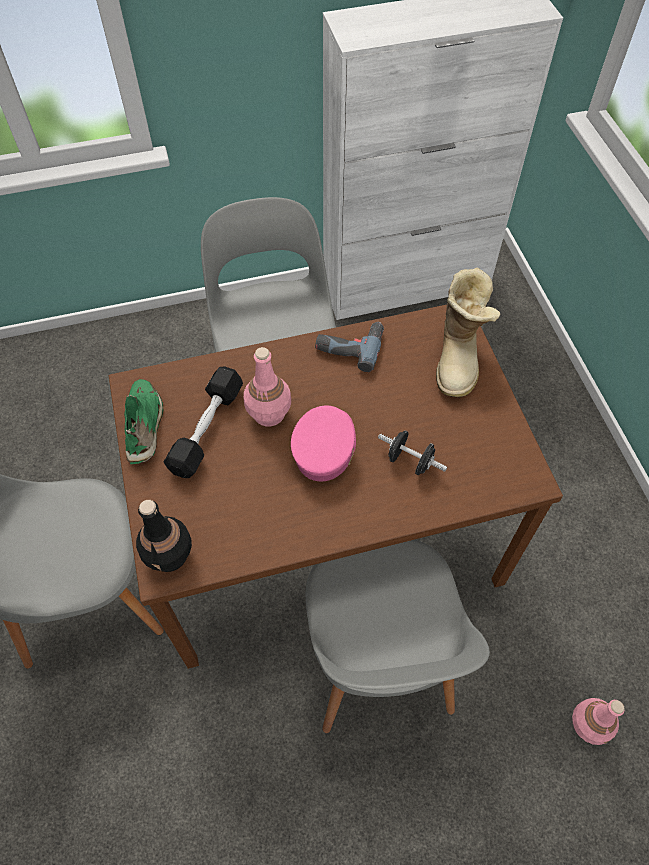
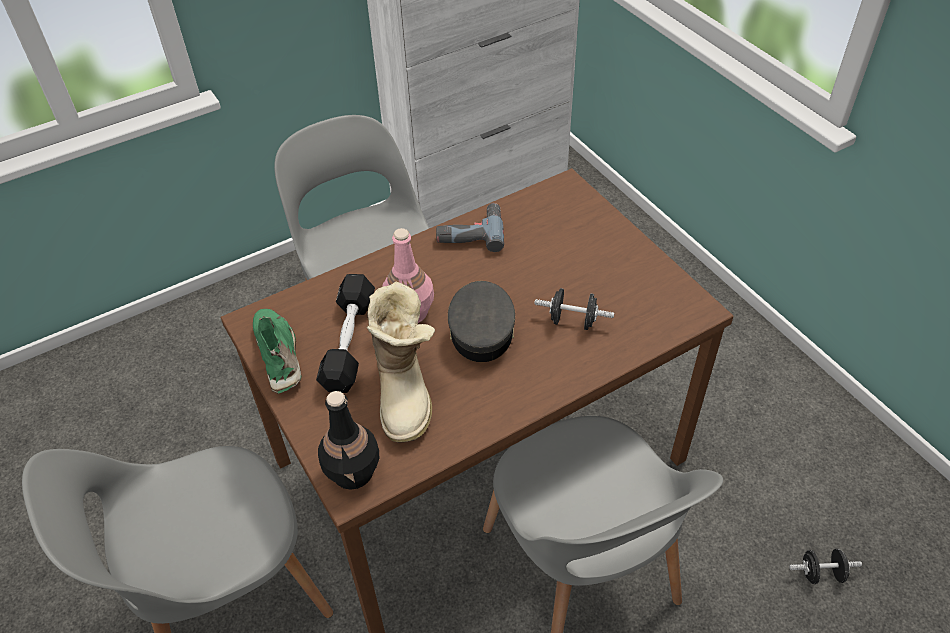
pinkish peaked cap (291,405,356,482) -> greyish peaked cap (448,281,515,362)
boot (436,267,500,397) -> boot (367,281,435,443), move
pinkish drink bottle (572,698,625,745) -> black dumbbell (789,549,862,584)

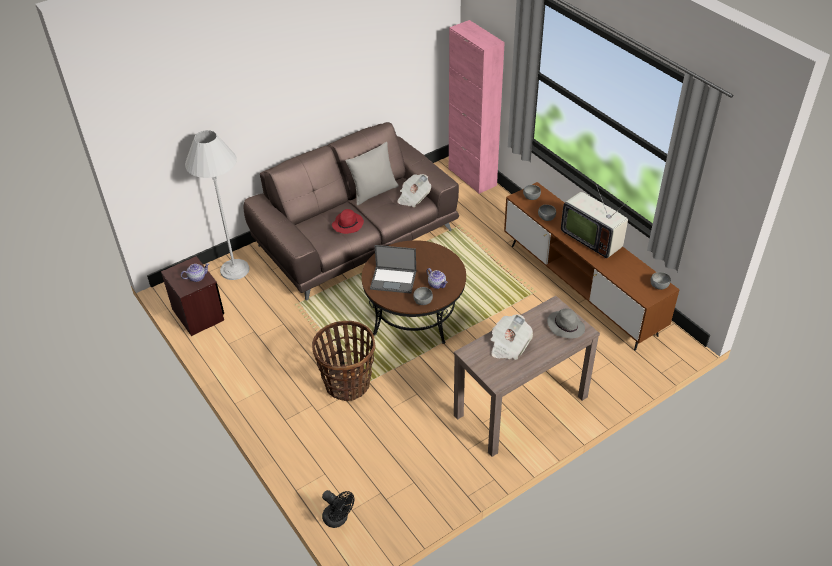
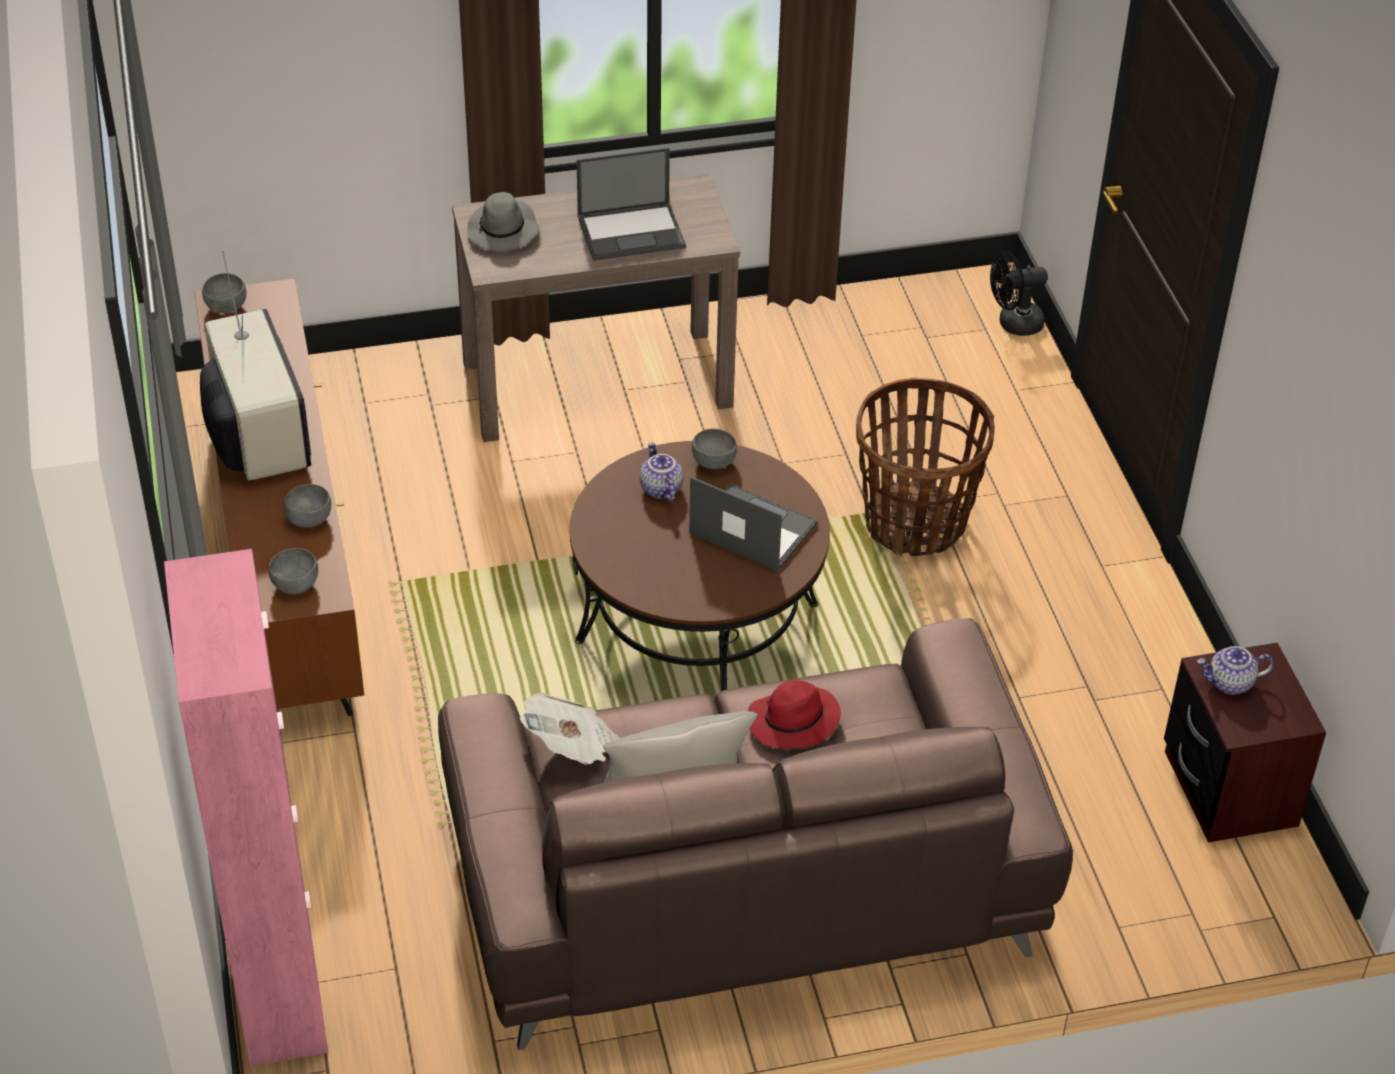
white standing lamp (185,130,250,280) -> none
black fan (322,490,354,528) -> black fan (990,251,1048,336), 75 degrees counterclockwise
printed paper (490,314,533,360) -> notebook computer (576,147,686,261)

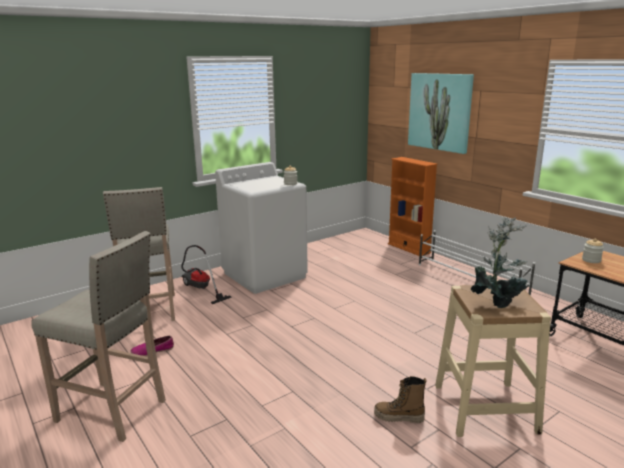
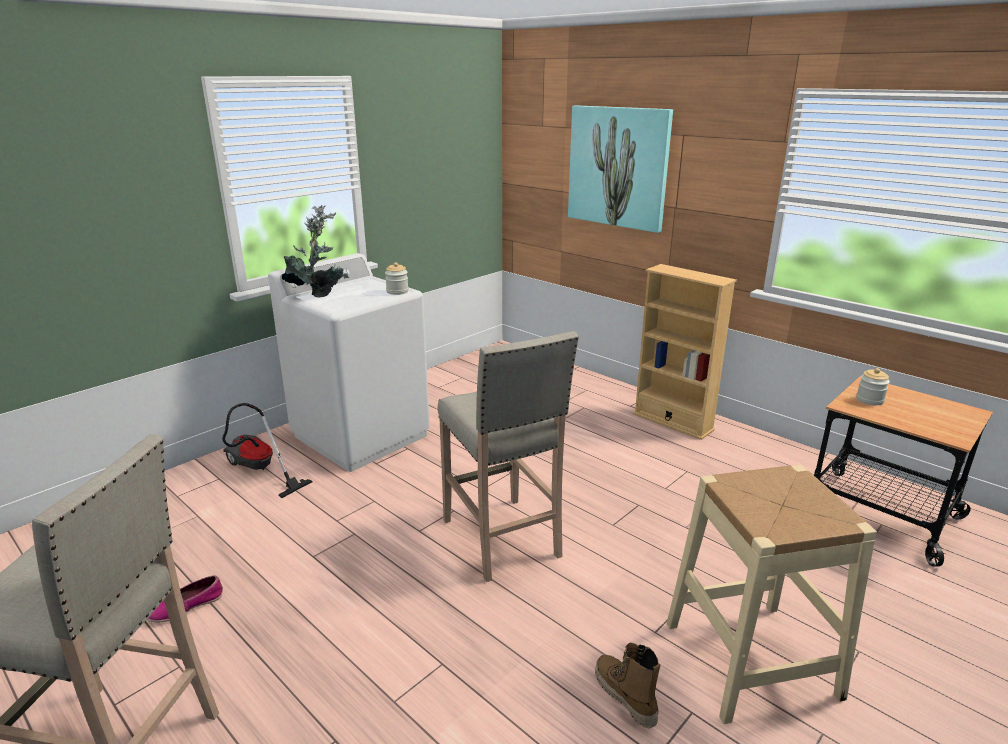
sand-coloured sitting stool (103,187,175,321) -> sand-coloured sitting stool (438,331,579,582), move
boot (374,376,426,423) -> boot (595,642,660,729), 60 degrees clockwise
orange-coloured shelving unit (388,157,438,256) -> none
white shoe shelf (419,230,535,296) -> sand-coloured shelving unit (633,264,737,440)
houseplant (471,217,528,308) -> houseplant (282,205,349,297), move

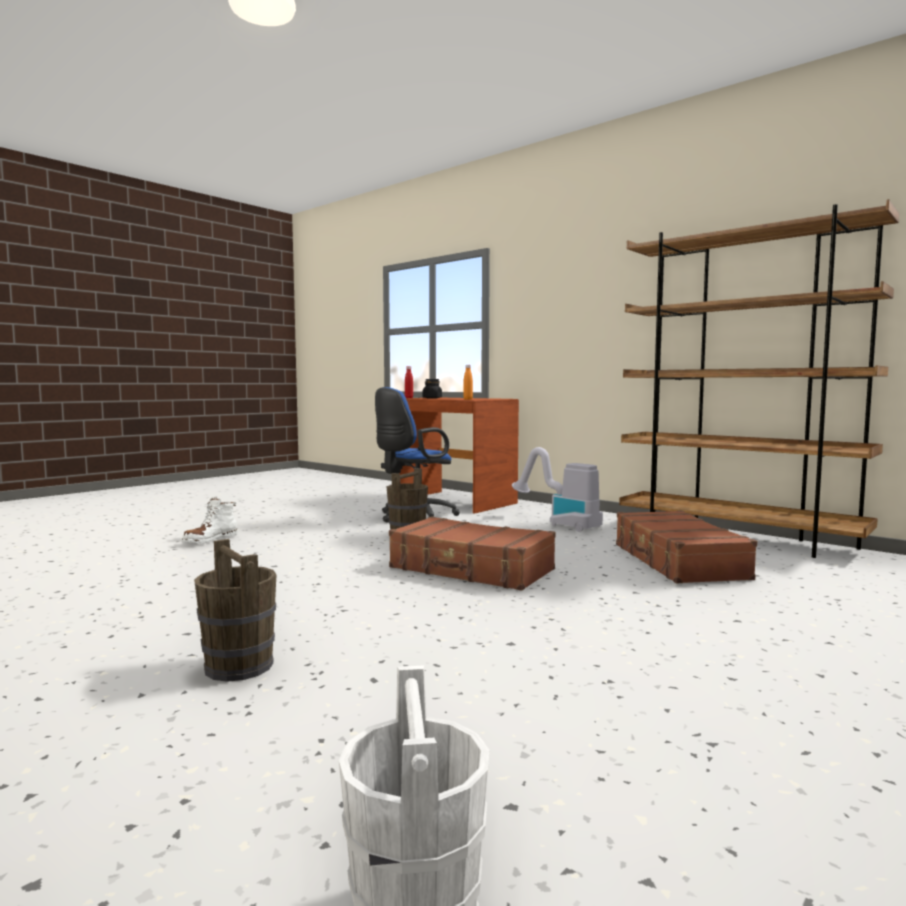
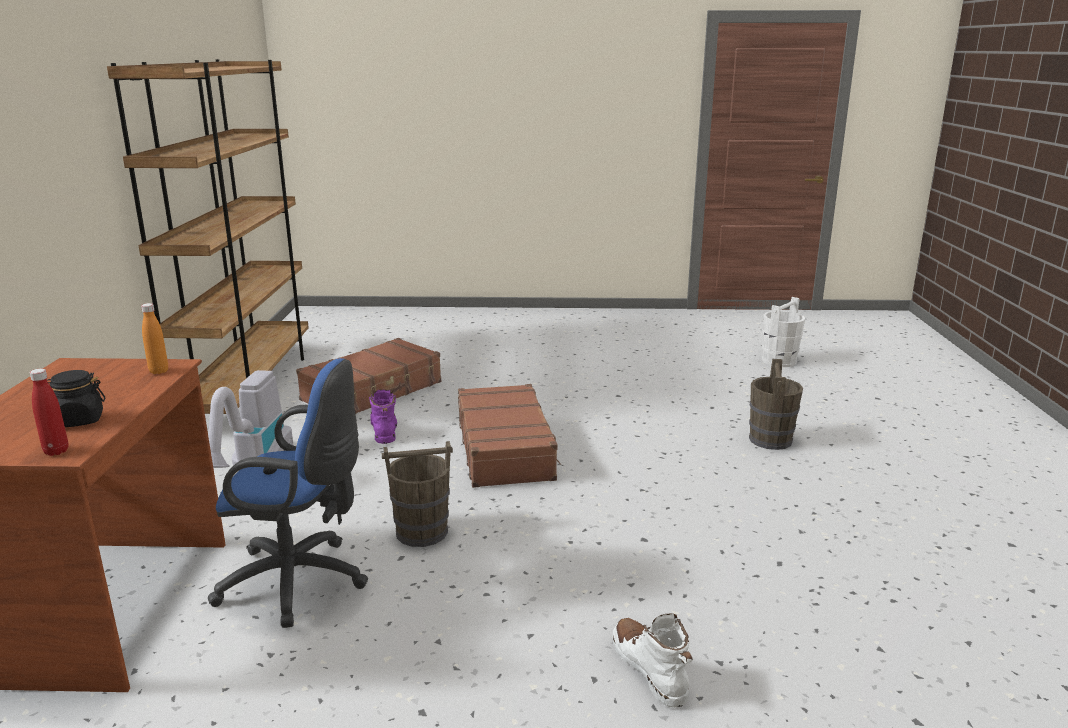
white boot (181,498,238,544) -> white boot (612,614,693,707), 105 degrees counterclockwise
none -> purple-coloured boot (369,389,397,444)

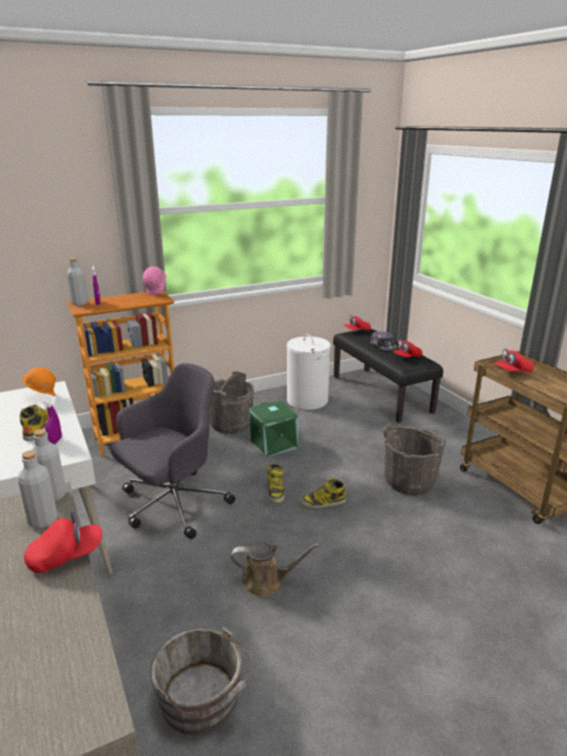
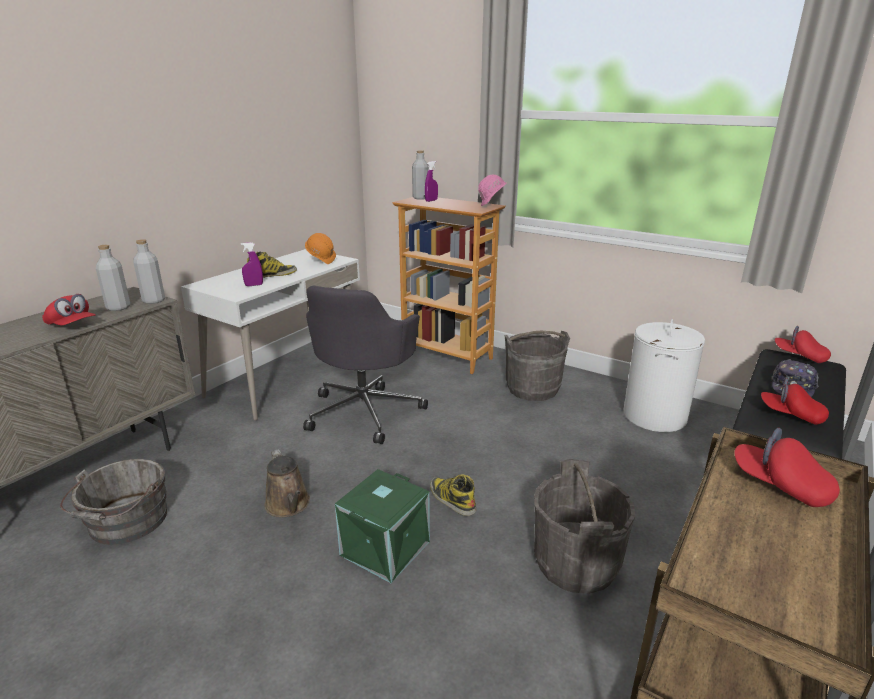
greyish desk chair (111,363,235,539) -> greyish desk chair (303,286,428,444), 90 degrees clockwise
green storage box (249,401,298,457) -> green storage box (335,469,430,583), move
boot (266,464,285,503) -> none

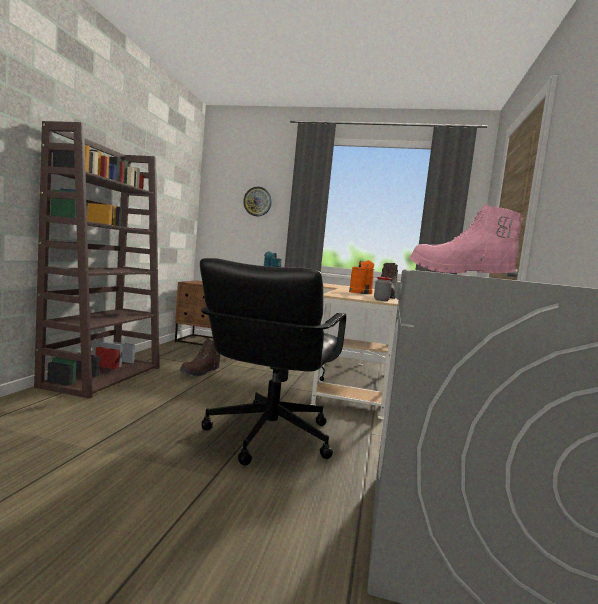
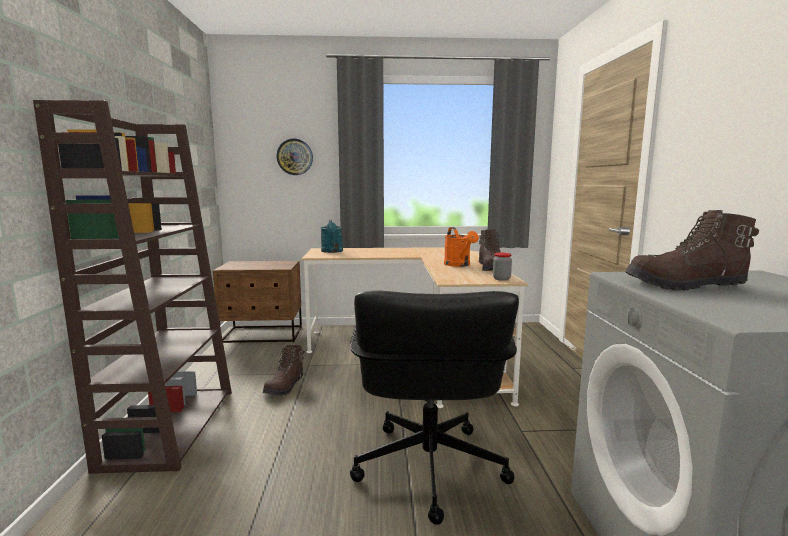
pinkish boot (409,204,523,274) -> brownish boot (625,210,759,291)

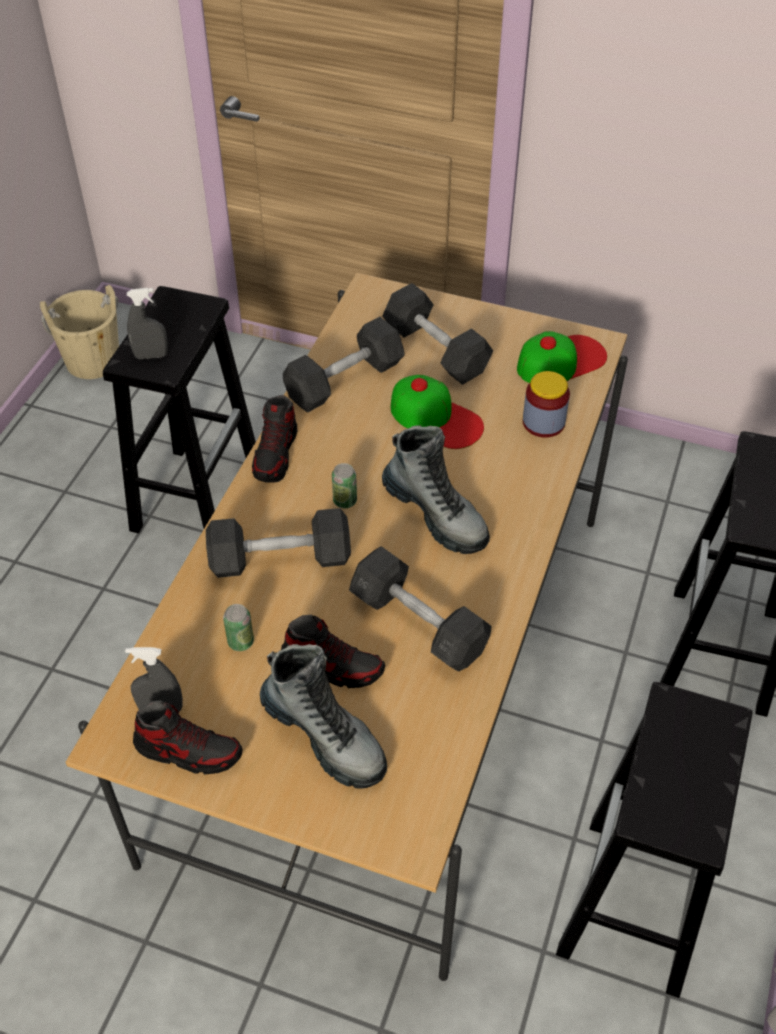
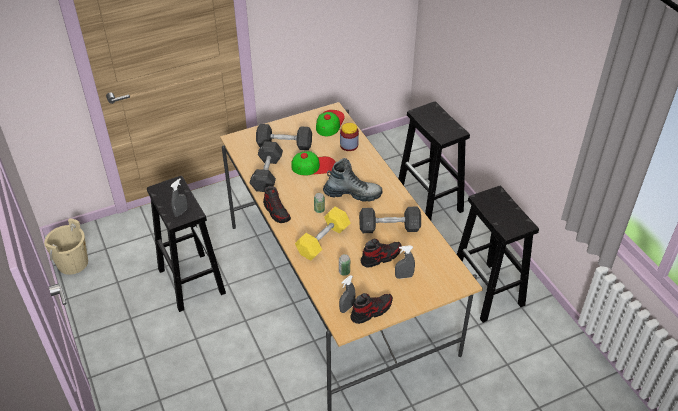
greyish dumbbell (206,508,351,578) -> yellowish dumbbell (295,207,350,260)
boot (260,644,387,789) -> greyish hand sprayer (395,245,415,279)

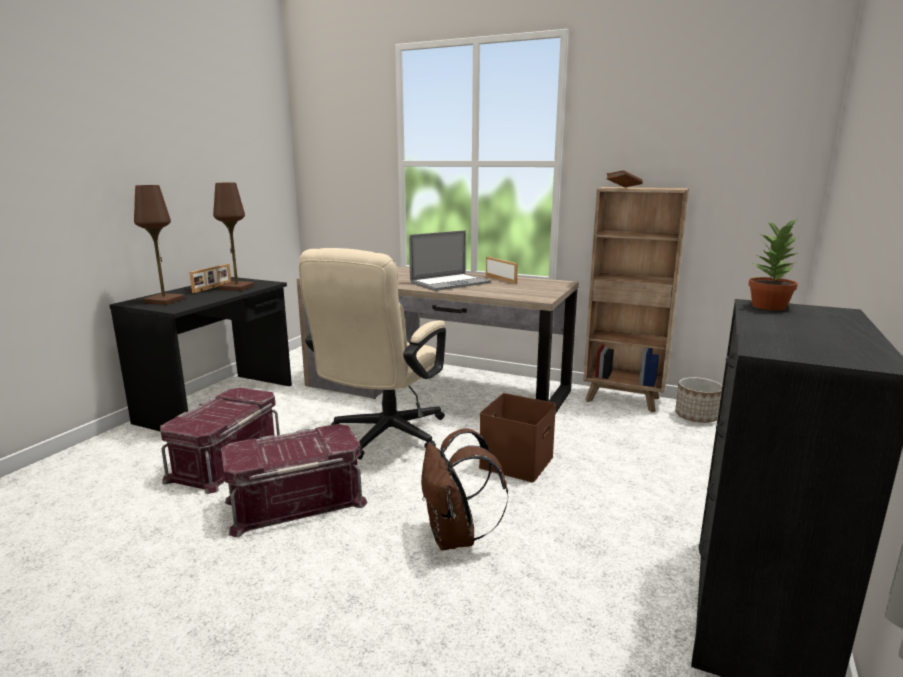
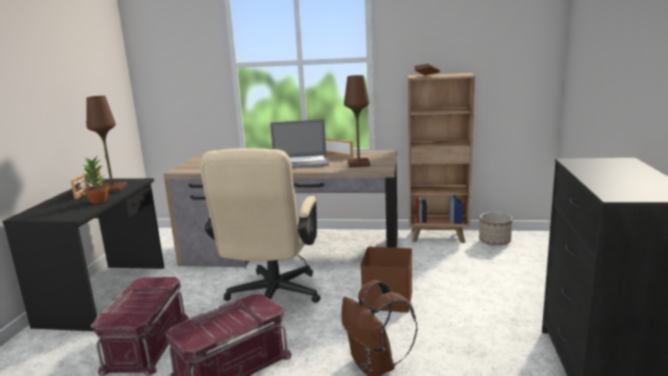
brownish lamp for a table (134,185,185,305) -> brownish lamp for a table (344,75,370,167), move
notebook computer (409,230,491,291) -> notebook computer (270,119,329,168), 45 degrees clockwise
houseplant (749,217,799,311) -> houseplant (82,157,109,203), move

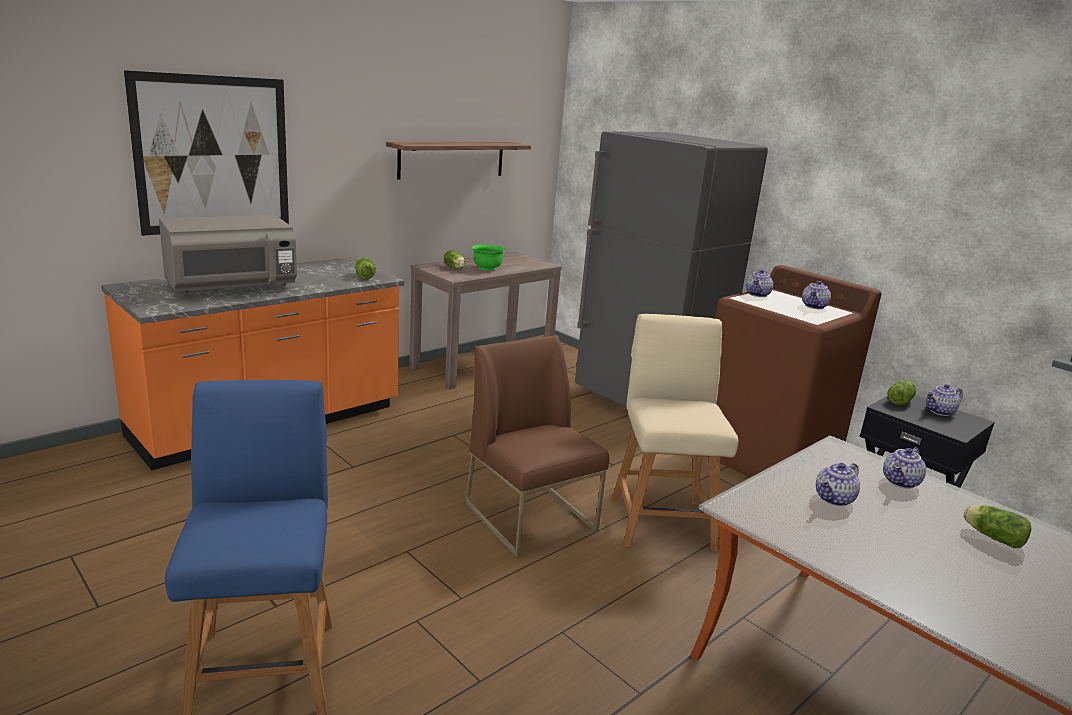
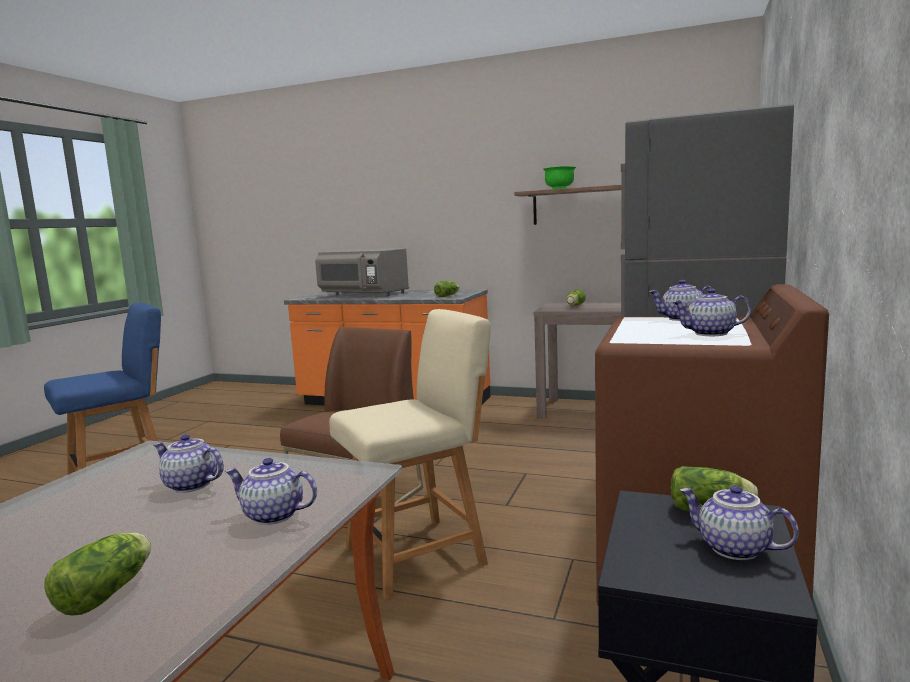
picture (124,70,289,236) -> none
green serving bowl (472,245,505,271) -> green serving bowl (543,166,576,189), move

